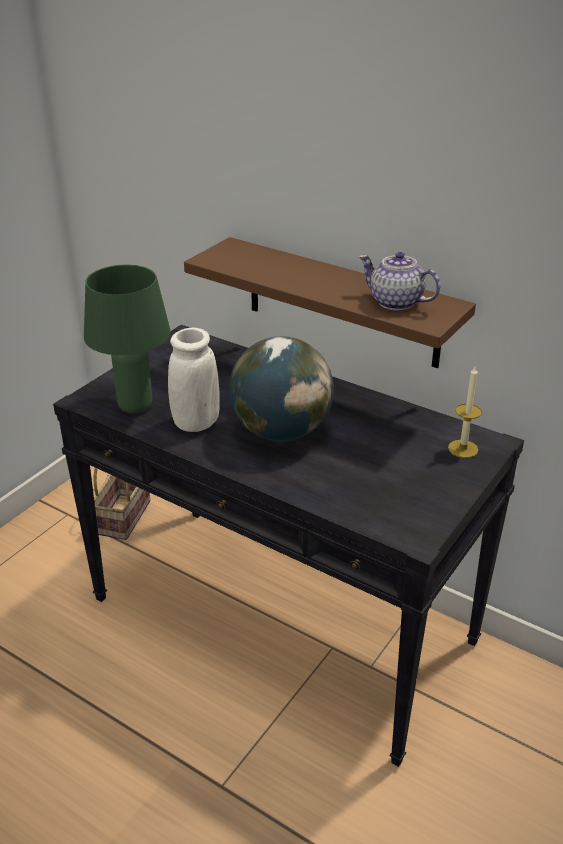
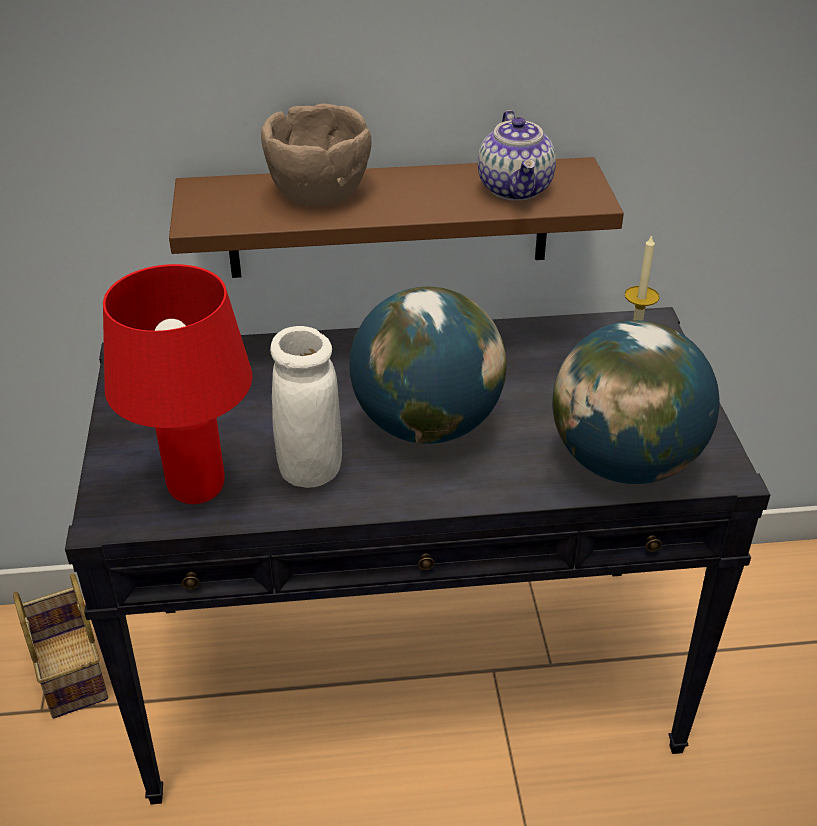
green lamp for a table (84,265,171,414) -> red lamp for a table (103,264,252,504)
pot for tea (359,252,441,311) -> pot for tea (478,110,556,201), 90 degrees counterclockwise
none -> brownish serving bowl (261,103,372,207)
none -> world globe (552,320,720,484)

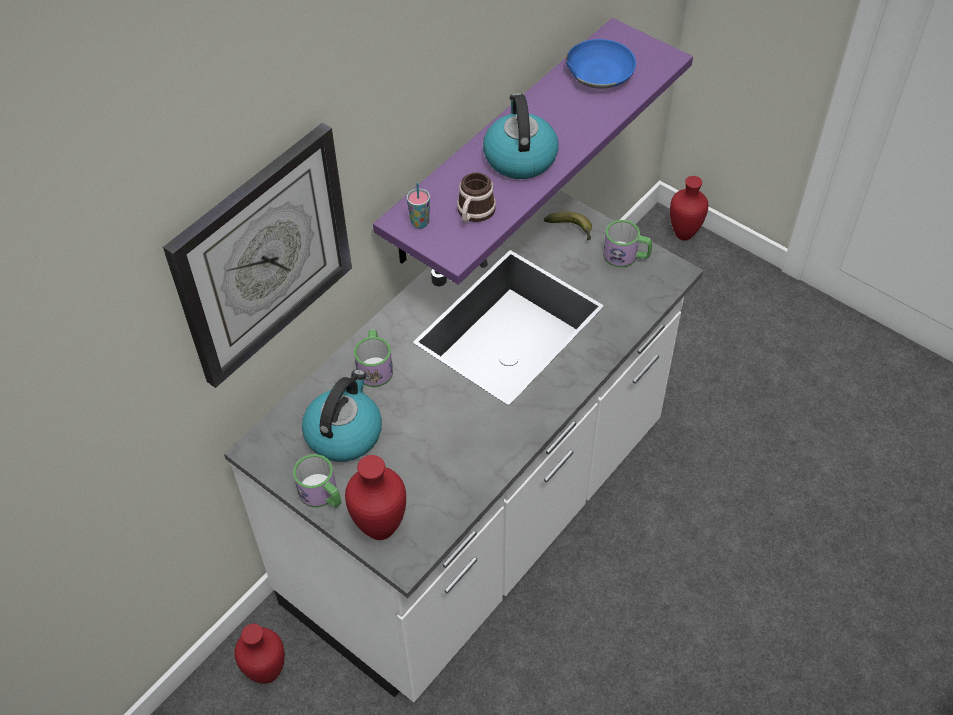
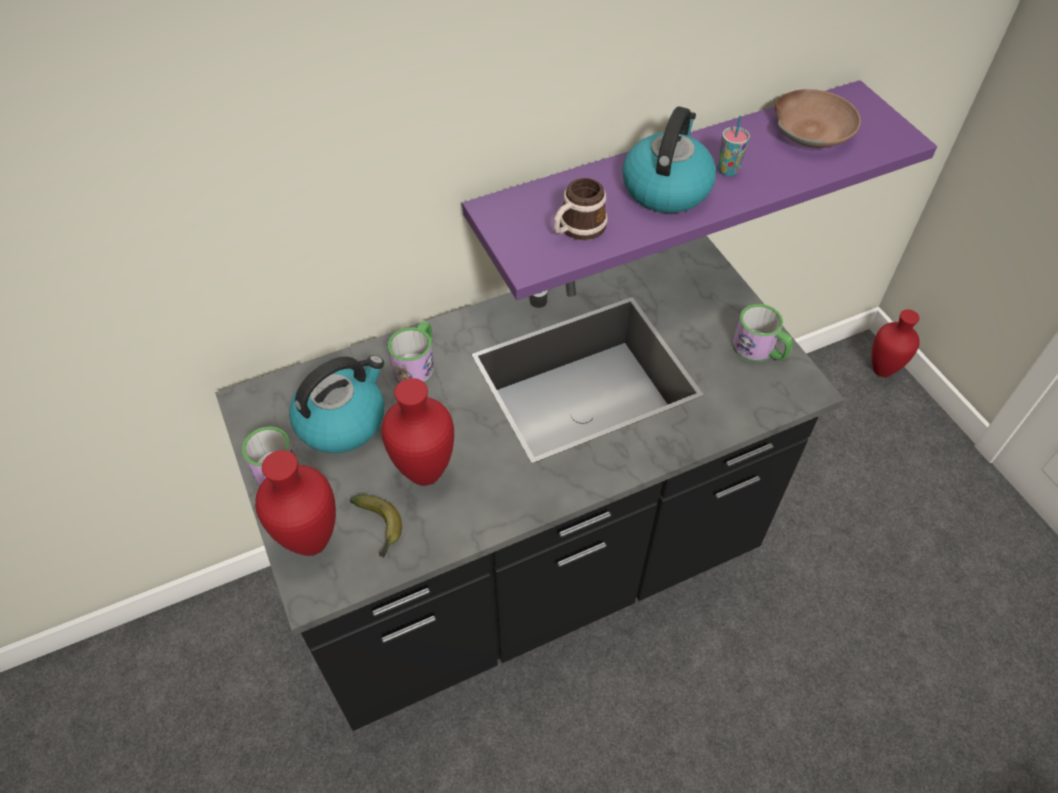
wall clock (163,123,352,388) -> none
white kitchen base unit (224,190,704,702) -> black kitchen base unit (215,235,845,731)
red flower vase (234,624,285,684) -> red flower vase (381,378,454,486), move
drinking cup (407,183,430,229) -> drinking cup (718,116,750,176), move
banana fruit (544,212,592,241) -> banana fruit (350,495,402,558), move
blue-coloured serving bowl (566,39,636,89) -> brownish serving bowl (775,89,861,148)

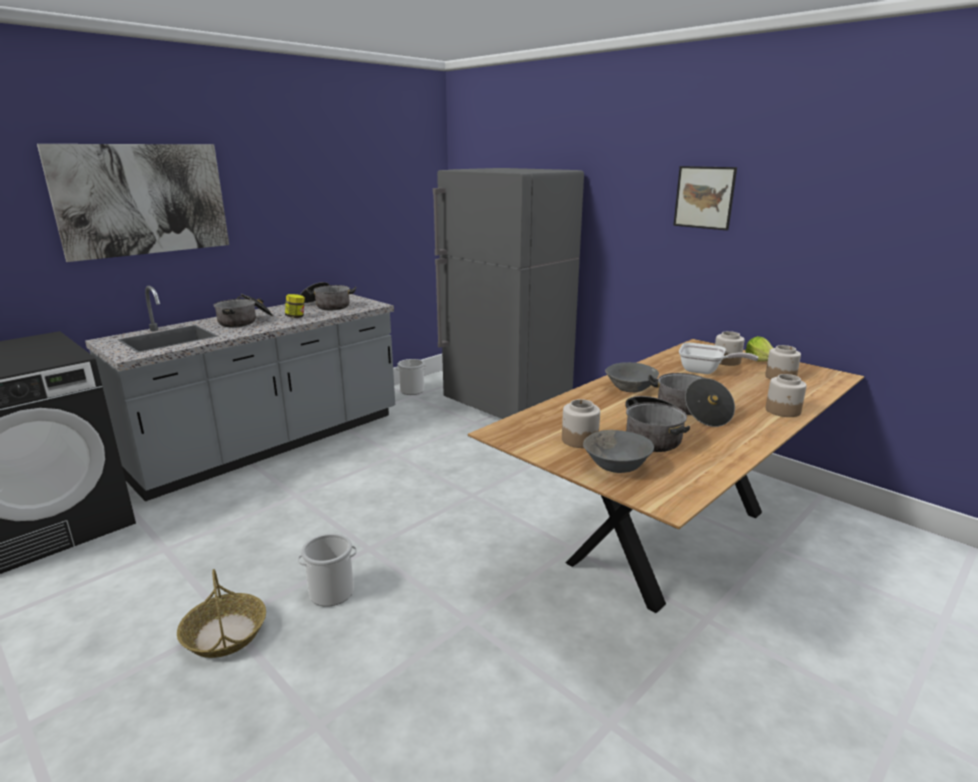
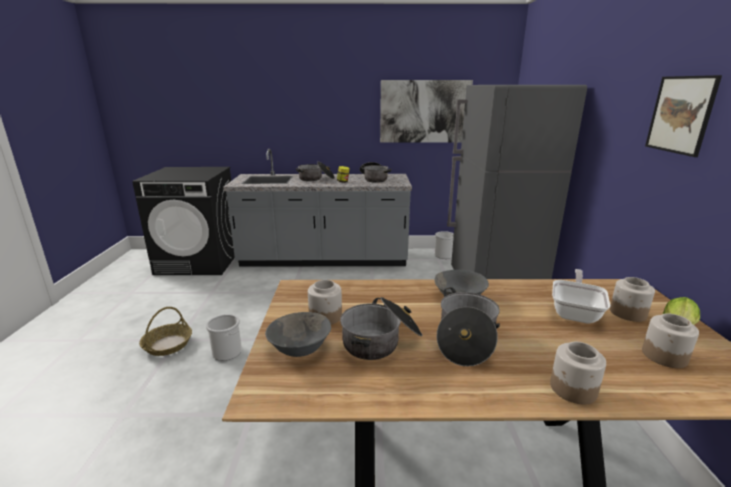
picture (37,144,229,262) -> picture (380,80,473,143), move
skillet (679,343,759,374) -> skillet (552,269,610,324), 135 degrees counterclockwise

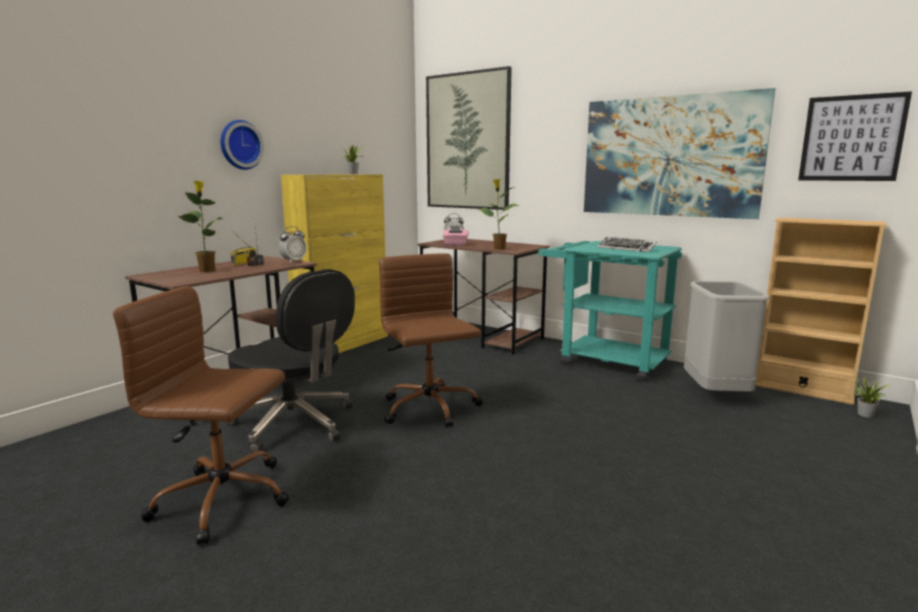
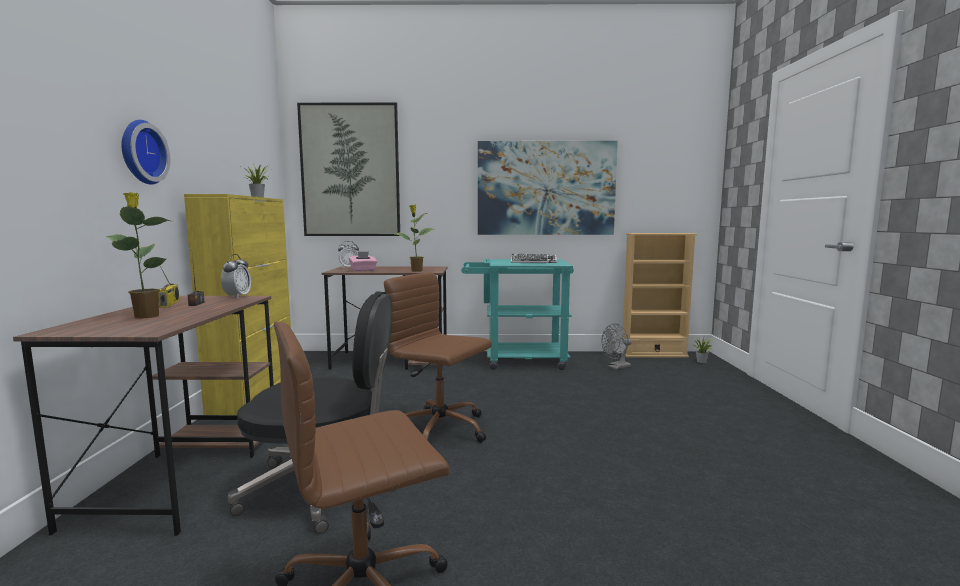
greyish trash can (684,281,770,392) -> greyish fan (601,323,632,370)
picture (798,91,912,181) -> none

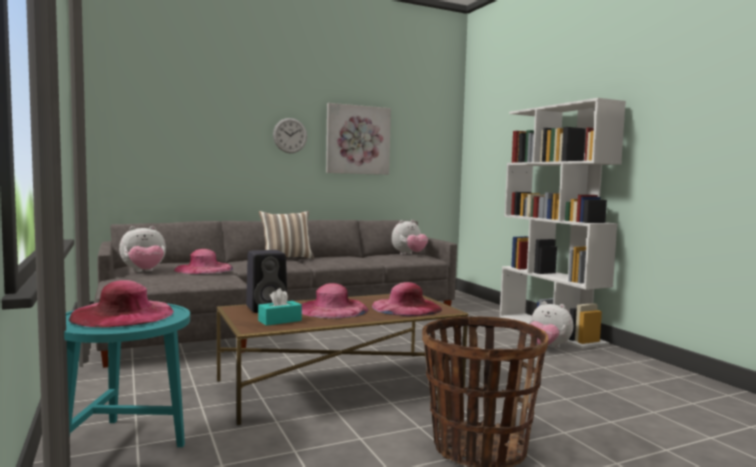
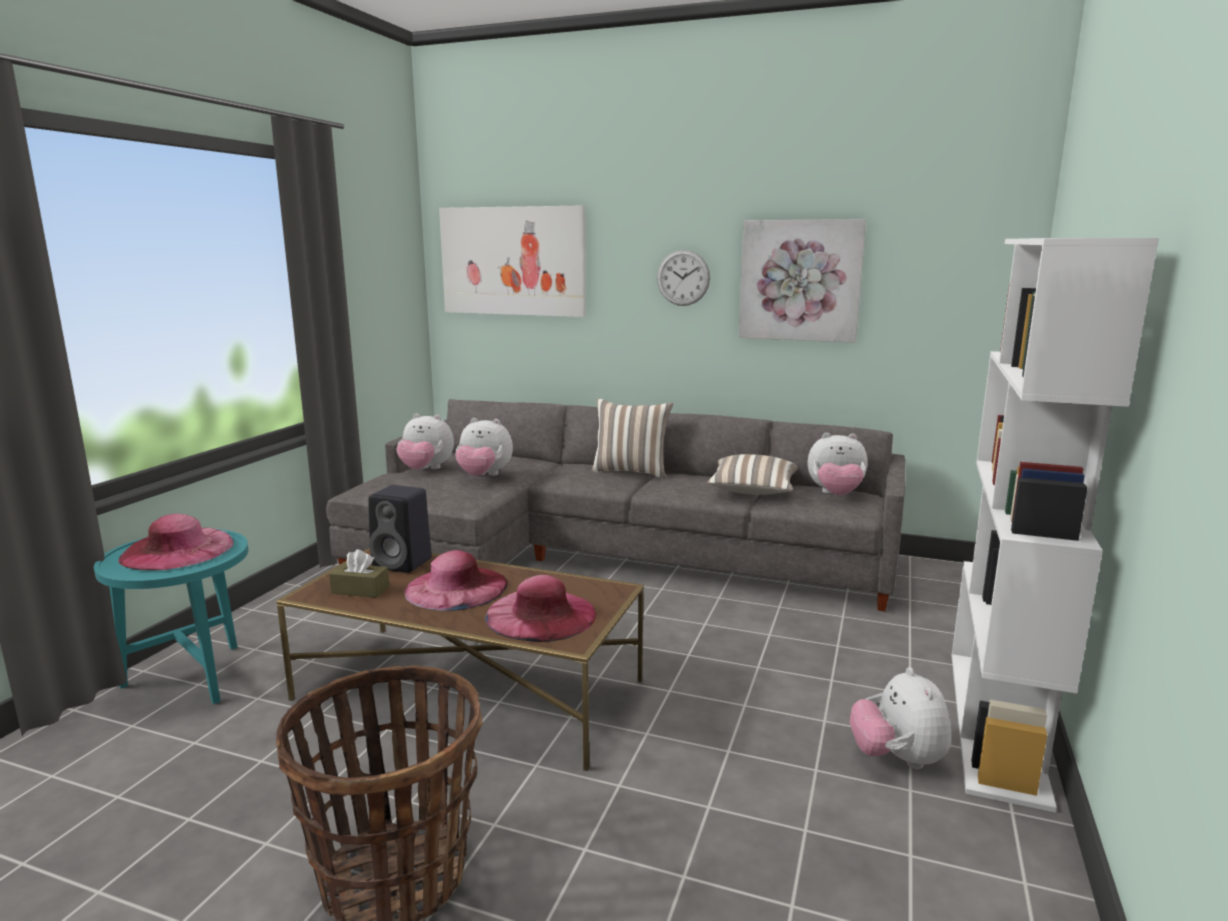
pinkish clothing hat (174,249,233,274) -> plush toy (455,418,513,476)
turquoise tissue box (258,288,302,326) -> brownish tissue box (329,550,389,598)
none -> picture (439,206,586,317)
none -> pillow (707,454,798,495)

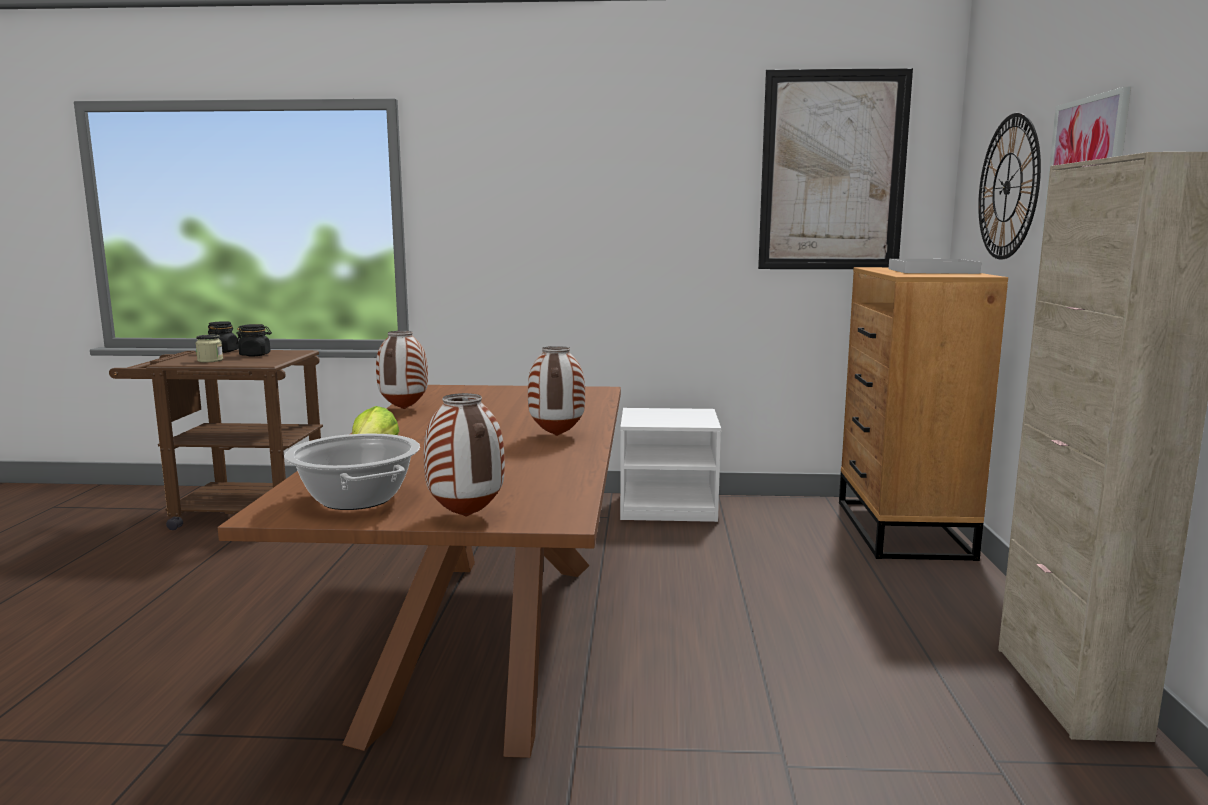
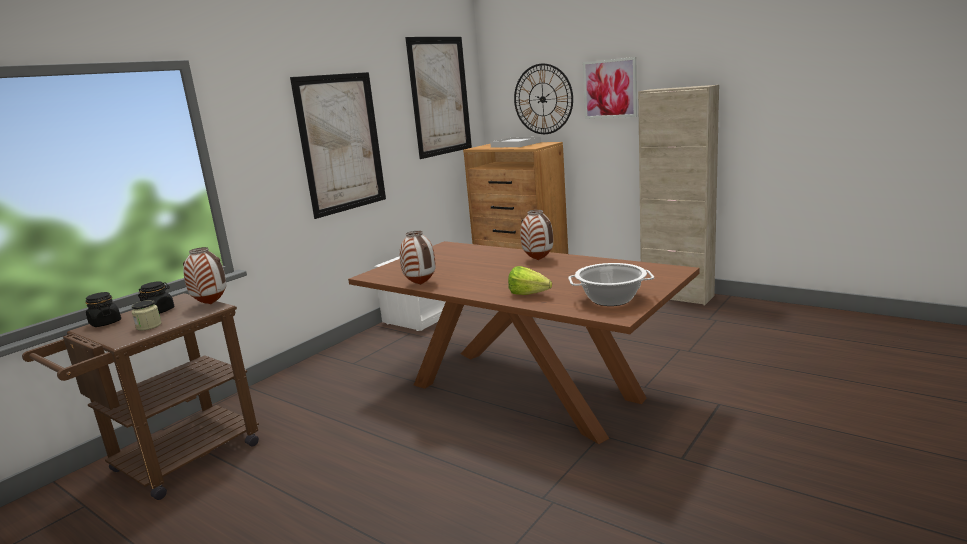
flower vase (424,393,505,517) -> flower vase (183,247,226,304), move
none -> picture (290,72,386,219)

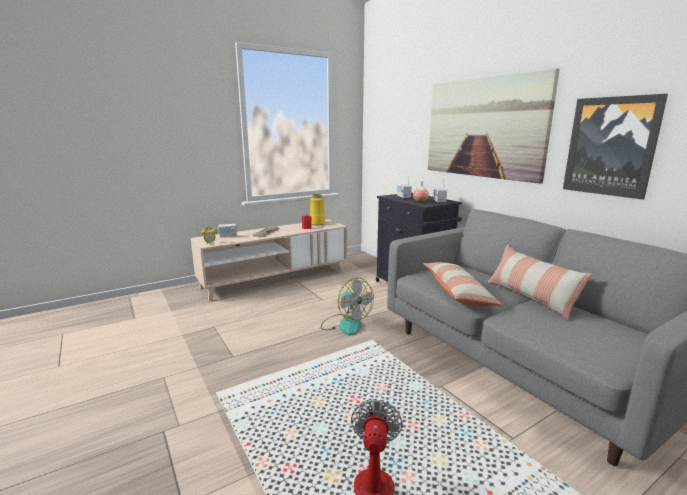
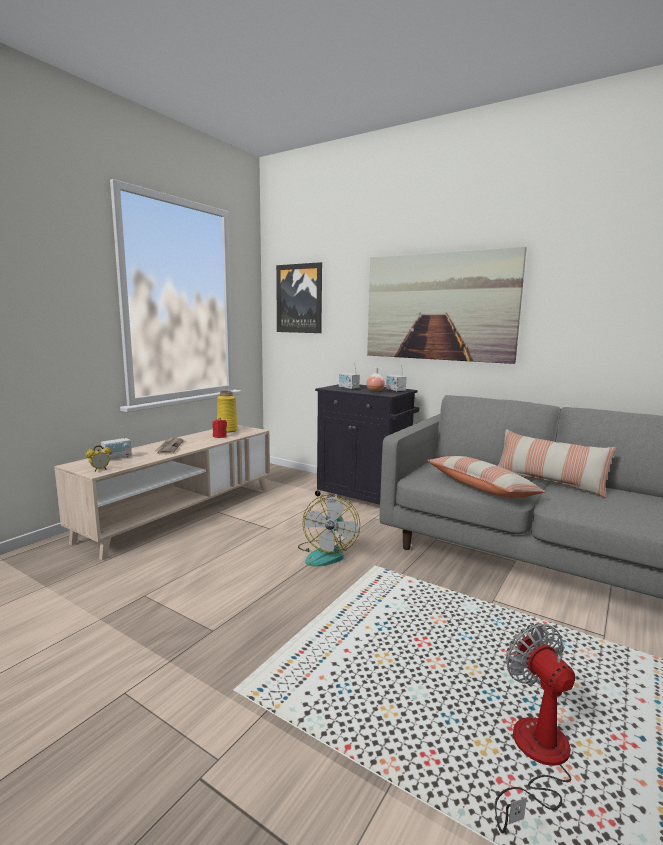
fan (321,278,374,335) -> fan (298,495,360,567), 75 degrees clockwise
picture (563,94,668,200) -> picture (276,262,322,333), move

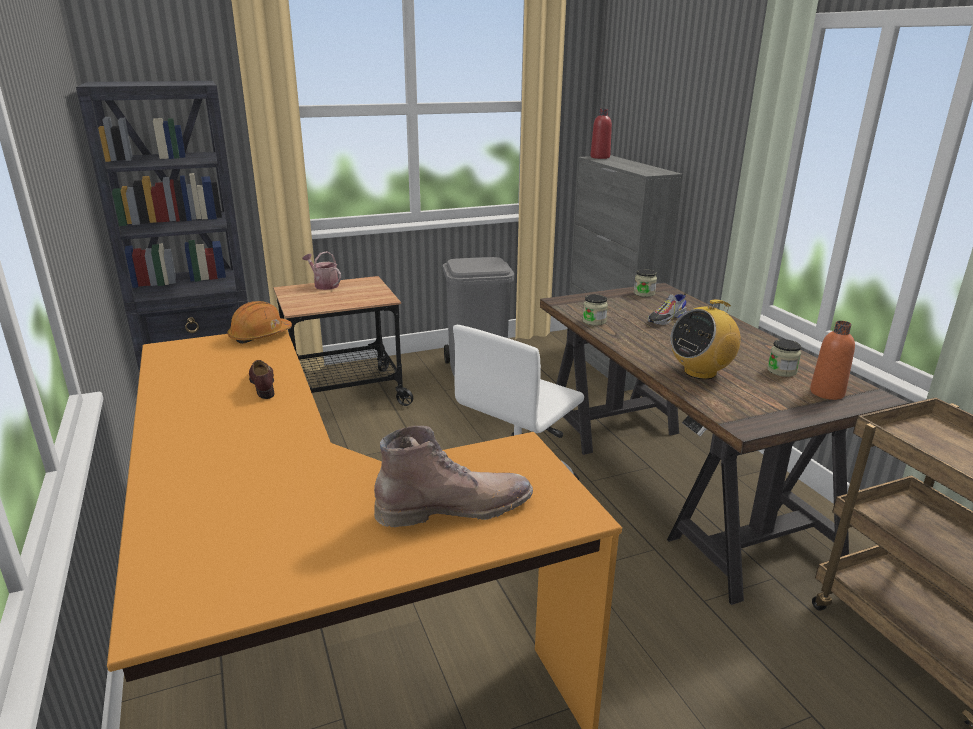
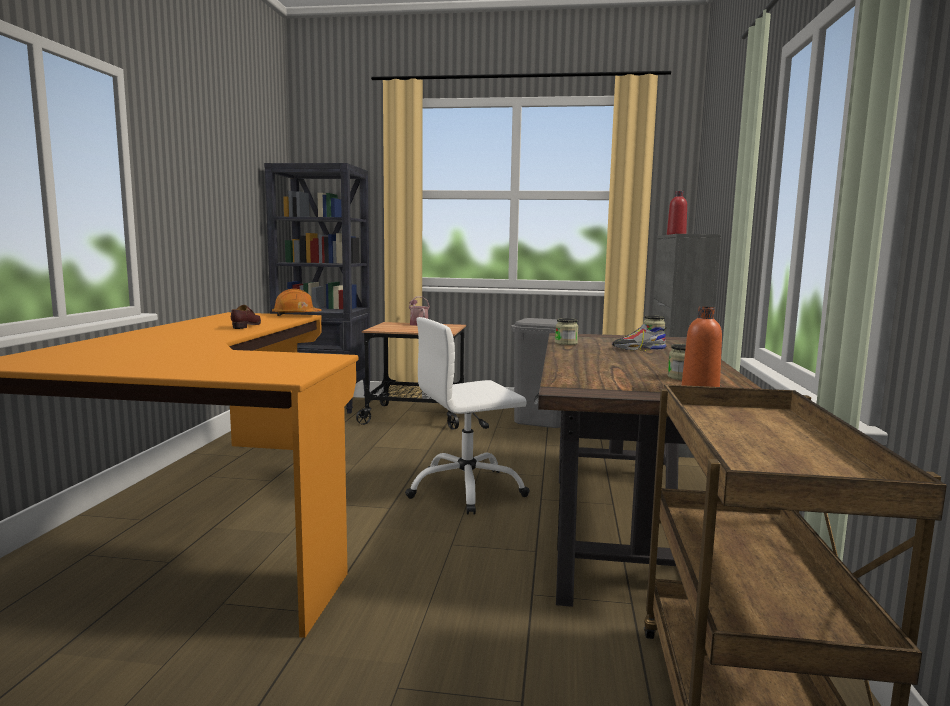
brownish boot (374,426,533,527) -> none
radio (670,299,741,379) -> none

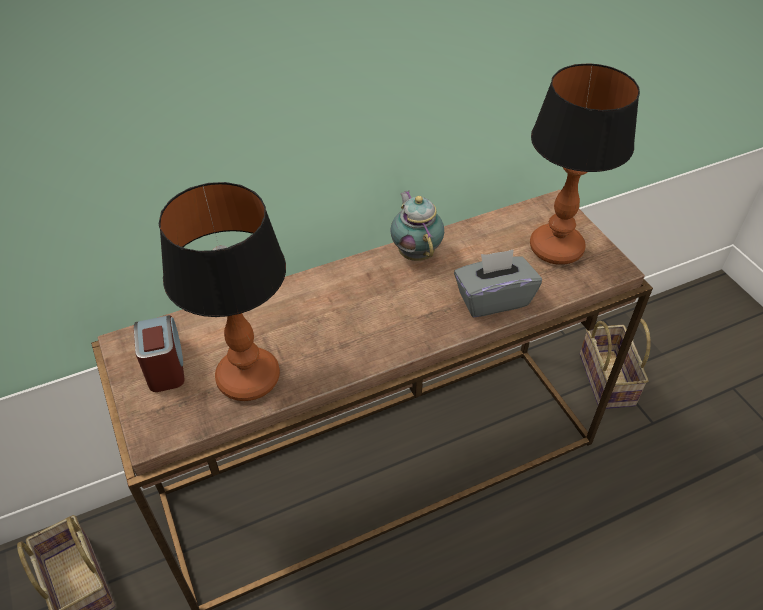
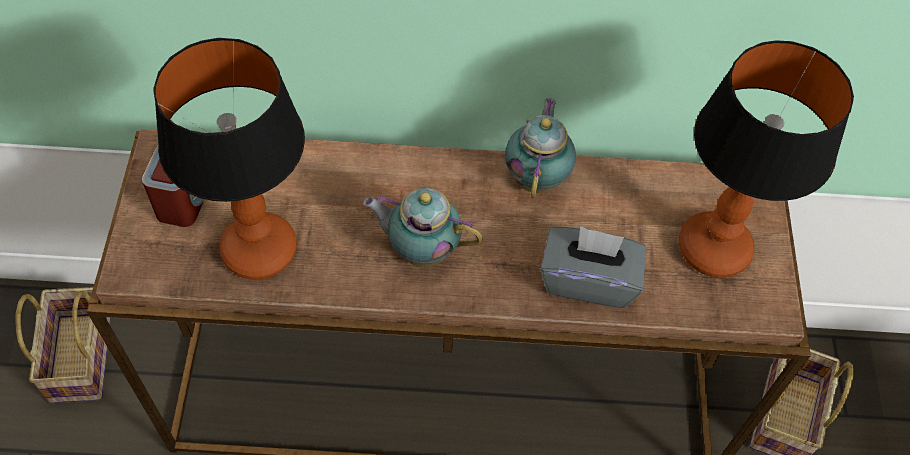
none -> pot for tea (363,188,483,267)

